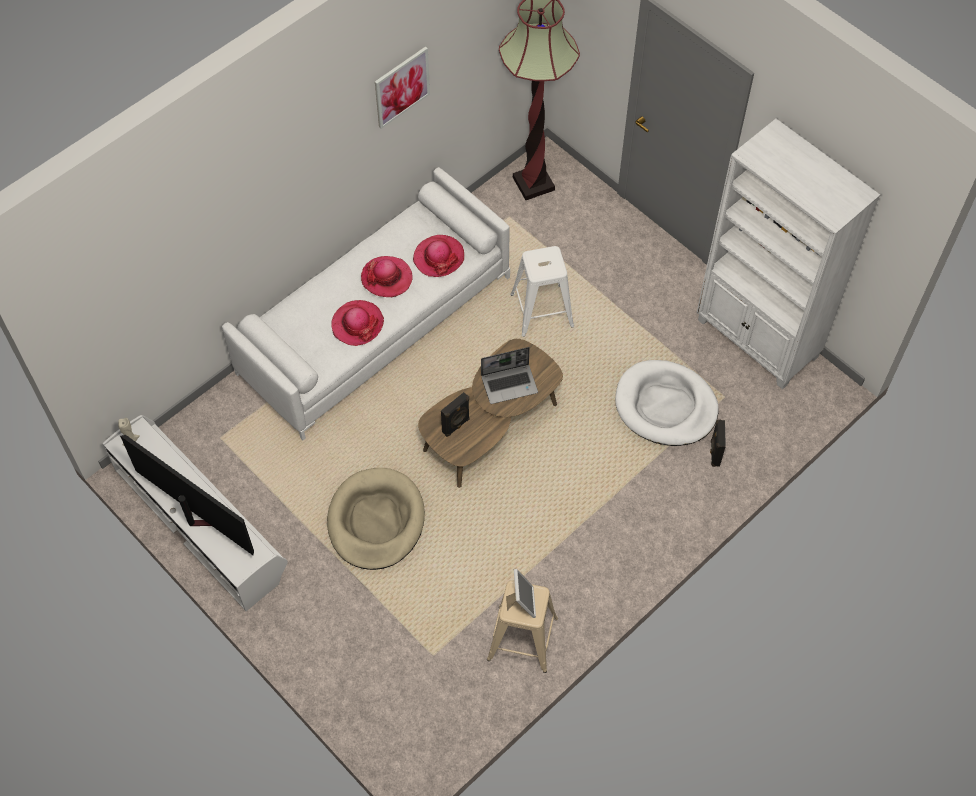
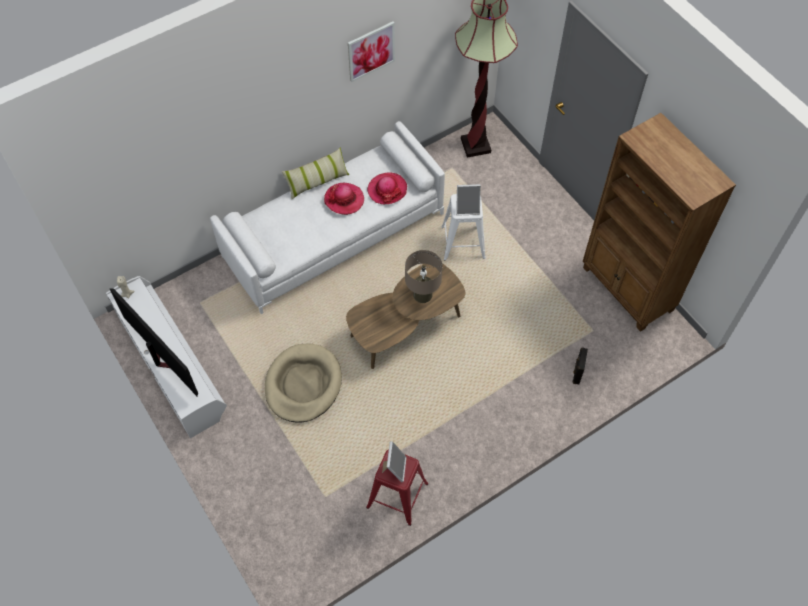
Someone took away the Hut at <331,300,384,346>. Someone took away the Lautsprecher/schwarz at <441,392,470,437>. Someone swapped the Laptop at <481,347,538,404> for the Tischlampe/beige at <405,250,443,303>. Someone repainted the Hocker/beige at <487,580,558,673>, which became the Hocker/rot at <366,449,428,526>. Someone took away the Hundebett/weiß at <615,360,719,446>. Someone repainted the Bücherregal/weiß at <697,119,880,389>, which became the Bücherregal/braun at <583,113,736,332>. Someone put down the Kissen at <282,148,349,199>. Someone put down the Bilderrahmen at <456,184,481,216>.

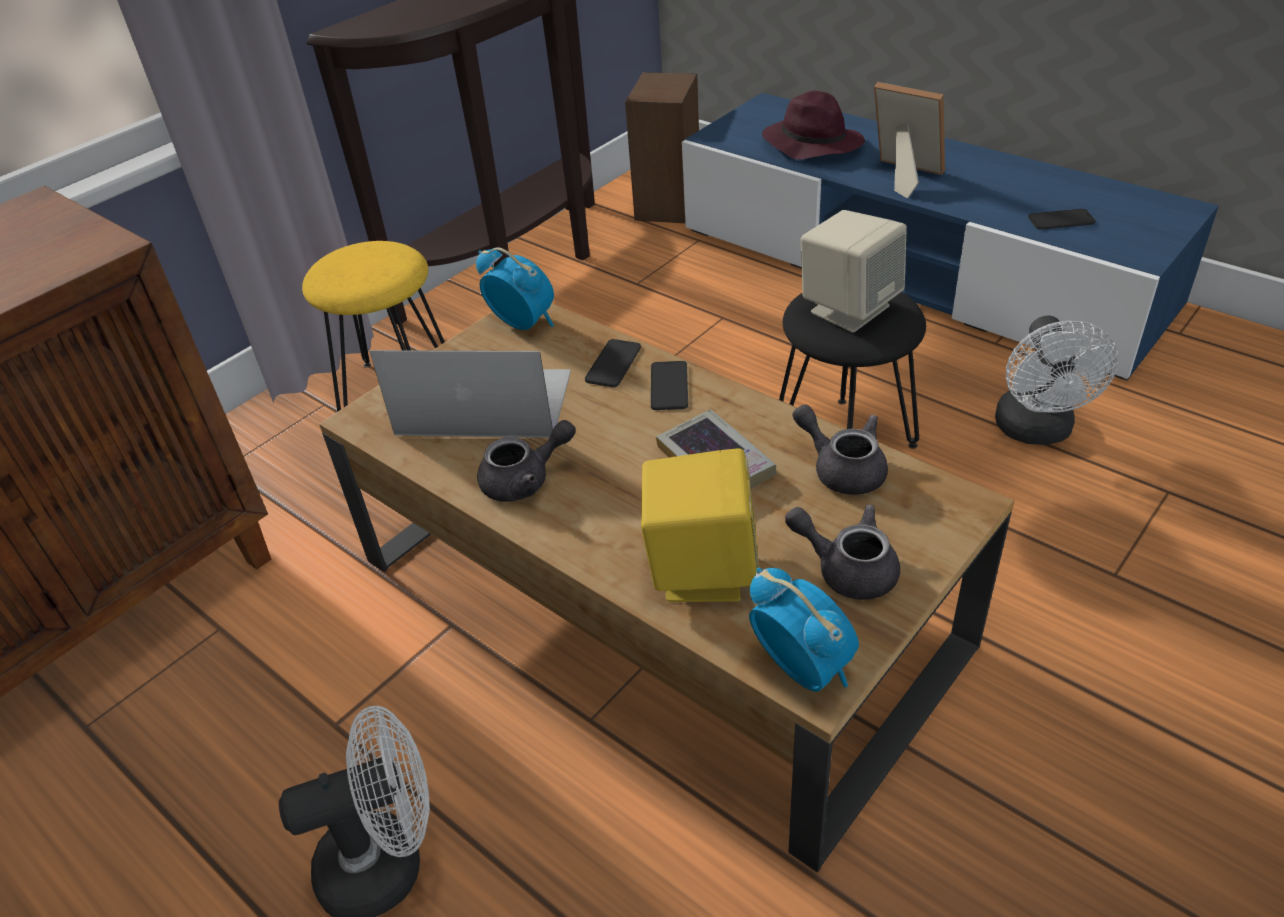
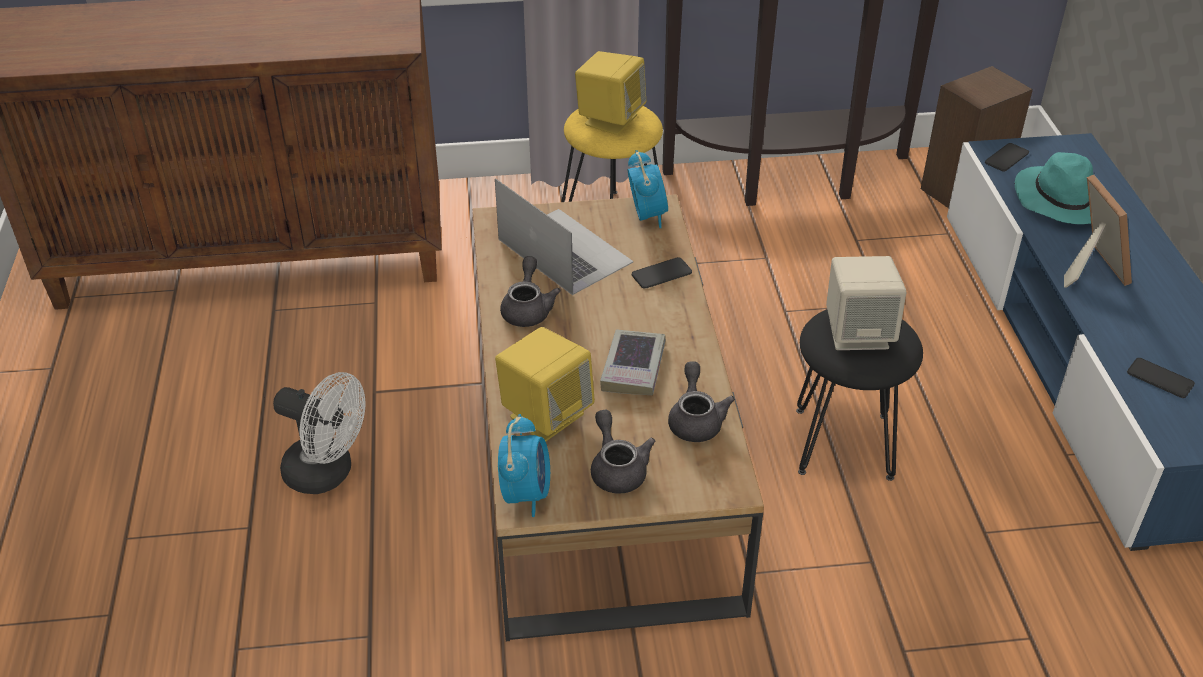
Someone rotated the Teekanne/grau at <477,420,576,502> by 105 degrees counterclockwise. Someone carried the Handy from <651,361,688,410> to <985,143,1029,171>. Someone repainted the Hut/lila at <762,91,865,160>, which became the Hut/türkis at <1015,152,1093,224>. Someone took away the Ventilator/weiß at <995,315,1119,445>. Someone put down the Lautsprecher/gelb at <575,51,646,135>.

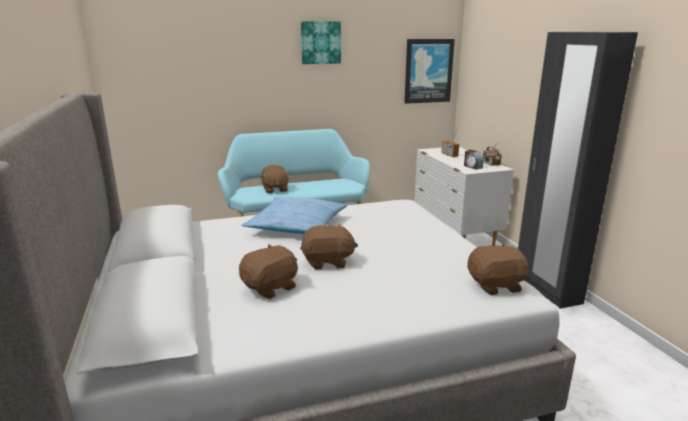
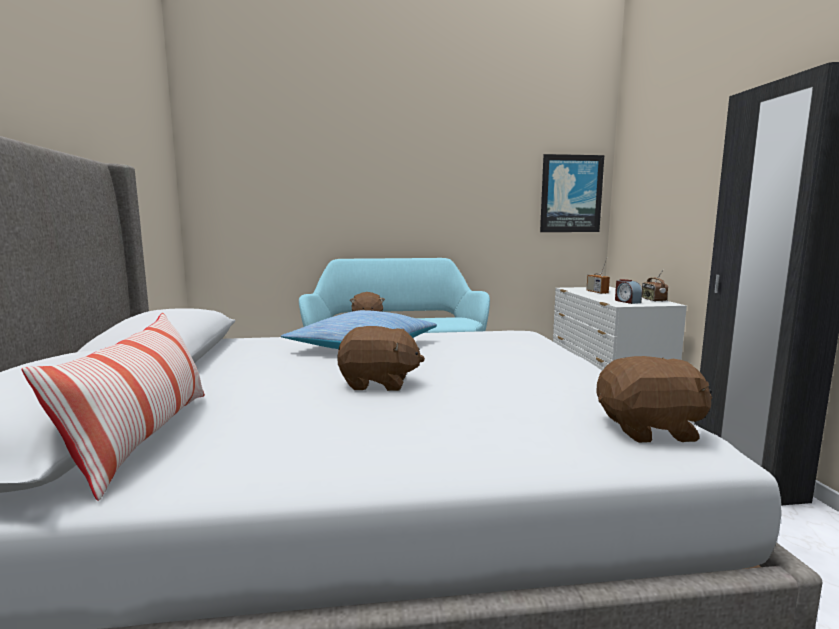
Someone took away the Plüschtier/braun at <239,244,298,299>. Someone took away the Bild at <301,21,341,64>. Someone put down the Kissen at <22,313,205,501>.

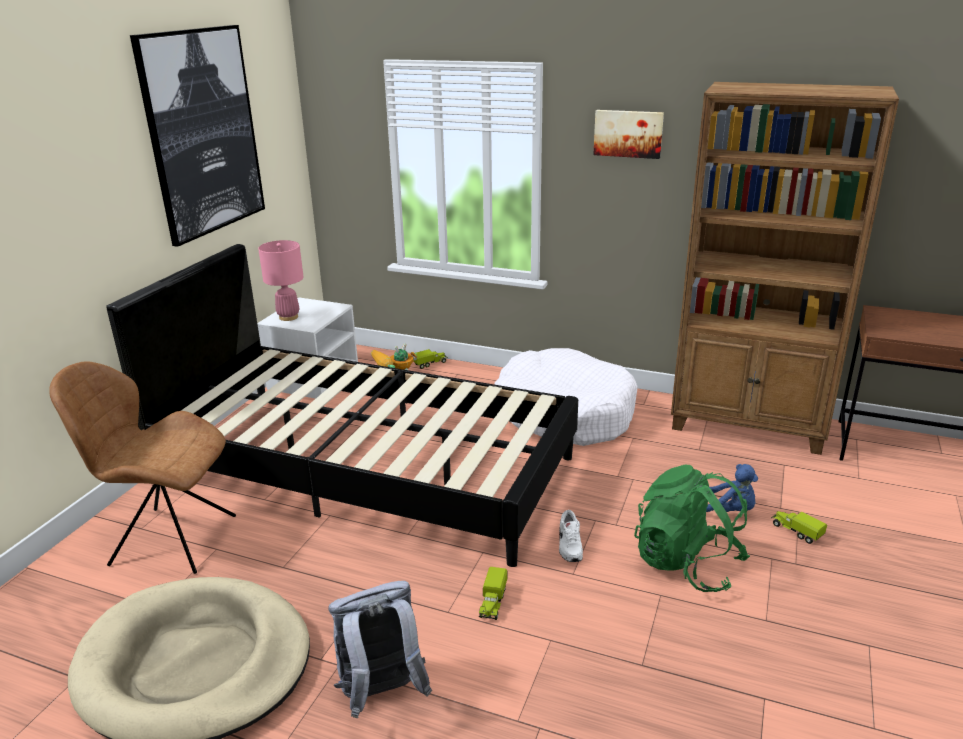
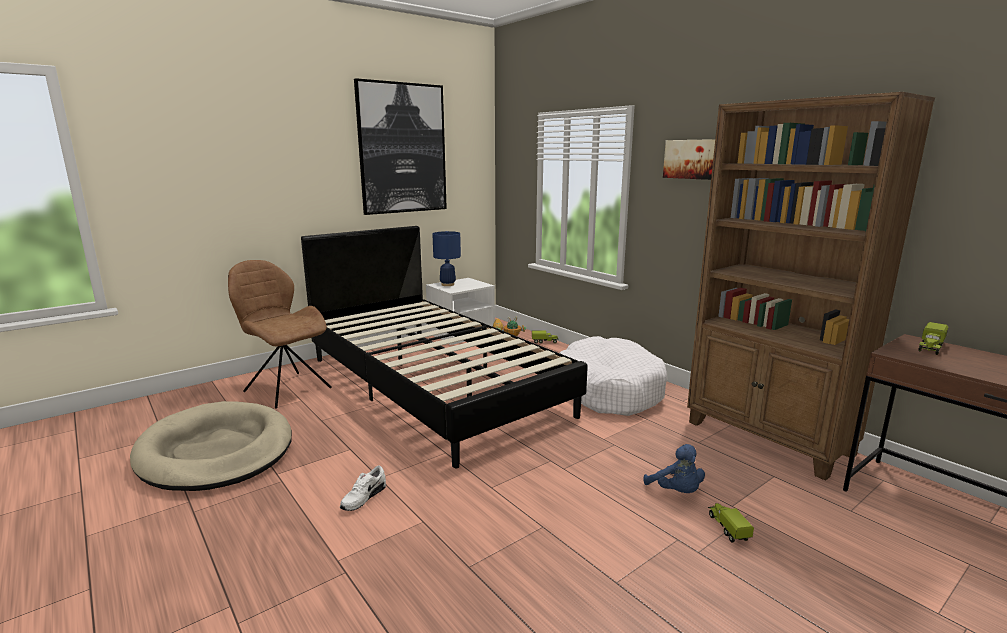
Someone repainted the Tischlampe/rosa at <258,240,304,321>, which became the Tischlampe/blau at <432,231,461,286>. Someone took away the Rucksack/grau at <328,581,432,718>. Someone carried the Spielzeuglaster from <479,567,507,620> to <918,322,948,355>. Someone carried the Schuh/weiß from <559,510,583,562> to <340,466,386,511>. Someone took away the Rucksack/grün at <634,465,750,592>.

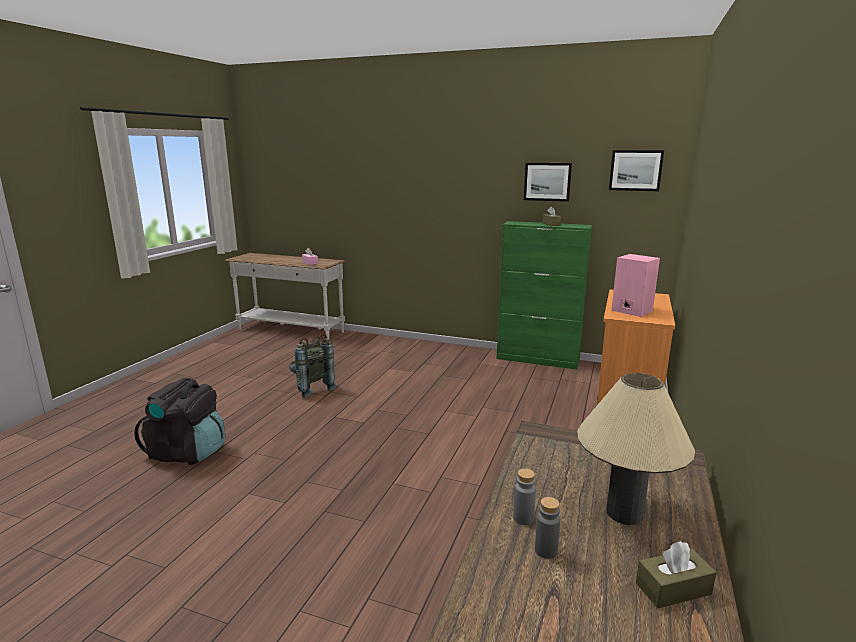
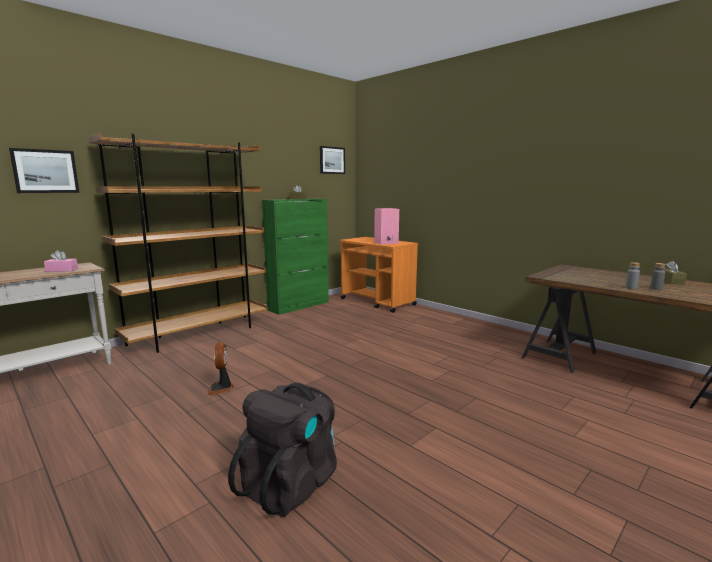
Someone swapped the Rucksack/grau at <289,334,337,398> for the Ventilator at <208,342,234,395>. Someone carried the Bild from <524,163,572,202> to <9,148,79,193>. Someone took away the Tischlampe/beige at <577,373,695,525>. Someone put down the Bücherregal/braun at <88,133,268,353>.

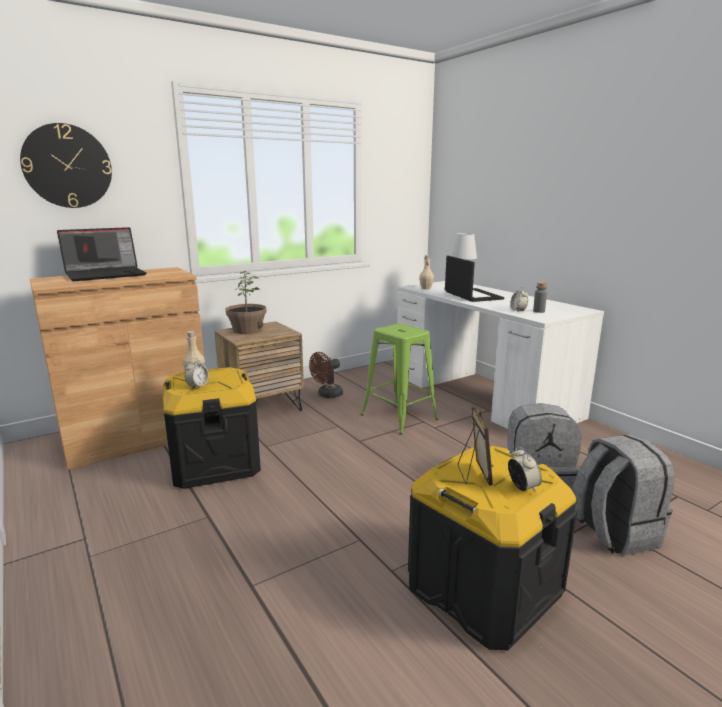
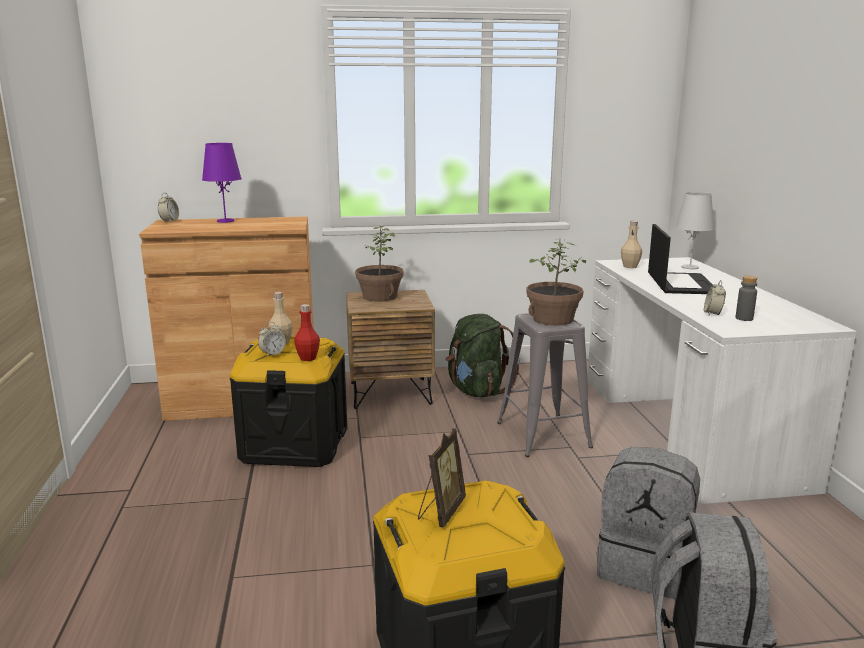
Someone took away the Wanduhr at <20,123,112,208>. Someone swapped the Laptop at <57,227,146,281> for the Tischlampe/lila at <202,143,242,223>. Someone swapped the Ventilator/braun at <309,352,343,398> for the Rucksack/grün at <446,314,520,397>. Someone repainted the Hocker/grün at <361,324,439,434>, which became the Hocker/grau at <497,314,593,457>. Someone carried the Wecker from <508,447,542,492> to <158,193,179,222>. Someone put down the Flasche/rot at <294,304,320,361>. Someone put down the Topfpflanze at <526,240,586,325>.

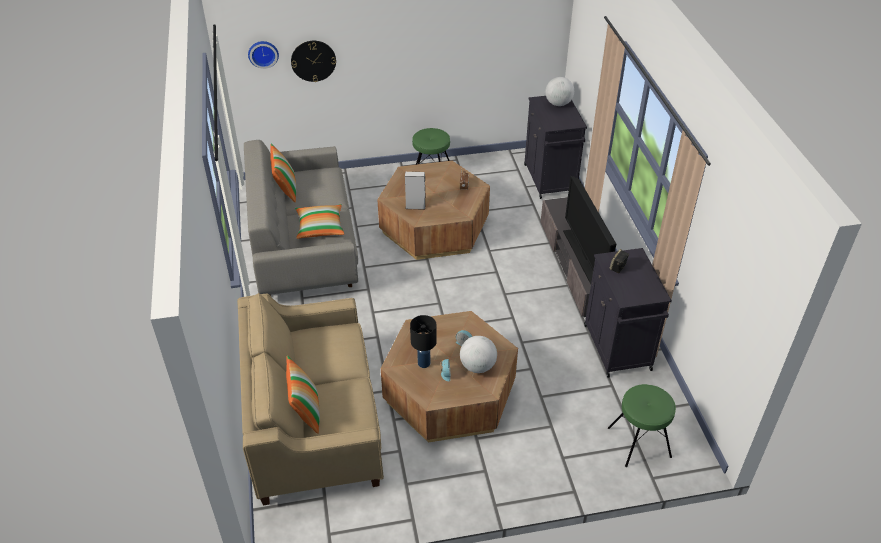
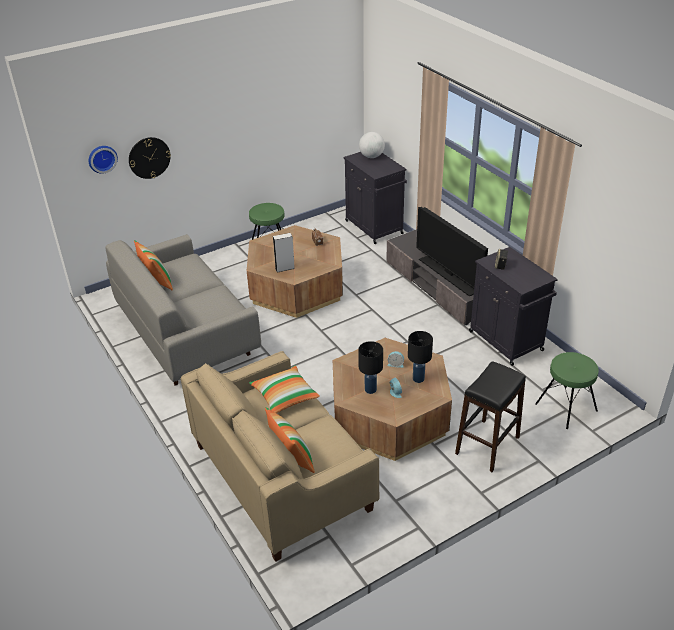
Someone carried the Kissen from <295,204,344,239> to <249,365,320,413>. Someone swapped the Globus at <460,336,497,373> for the Tischlampe/schwarz at <408,331,433,383>. Someone put down the Hocker/schwarz at <455,361,526,472>.

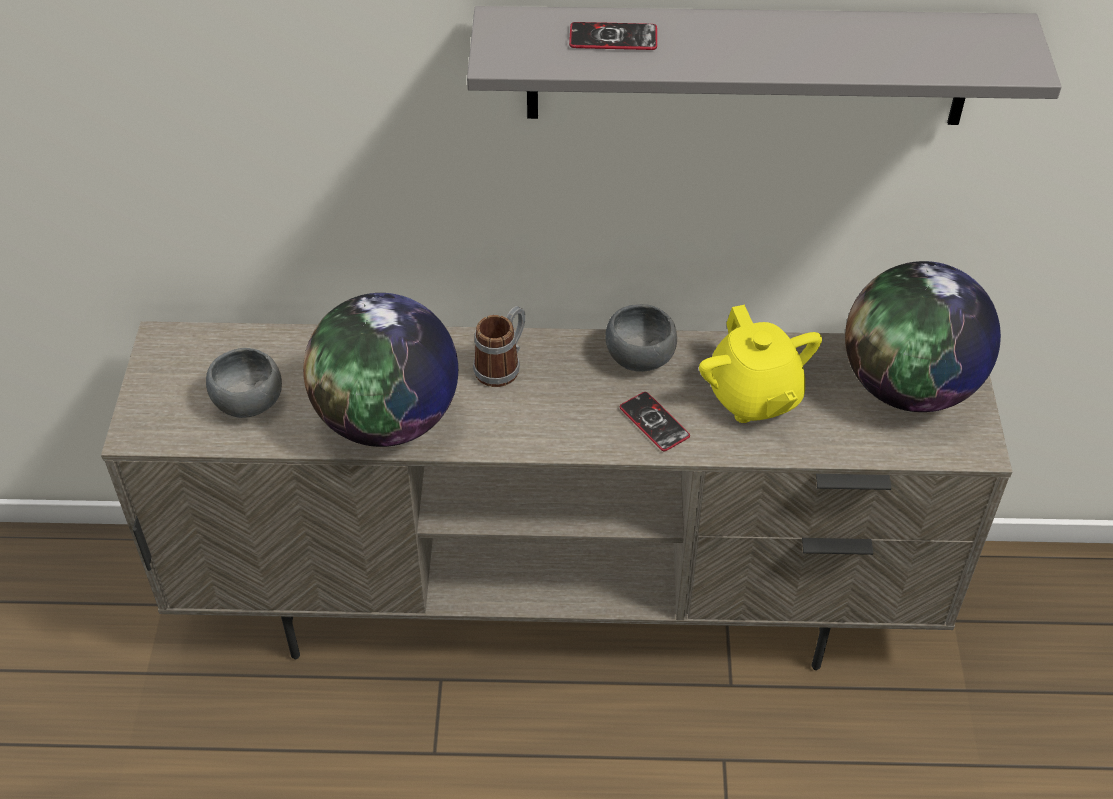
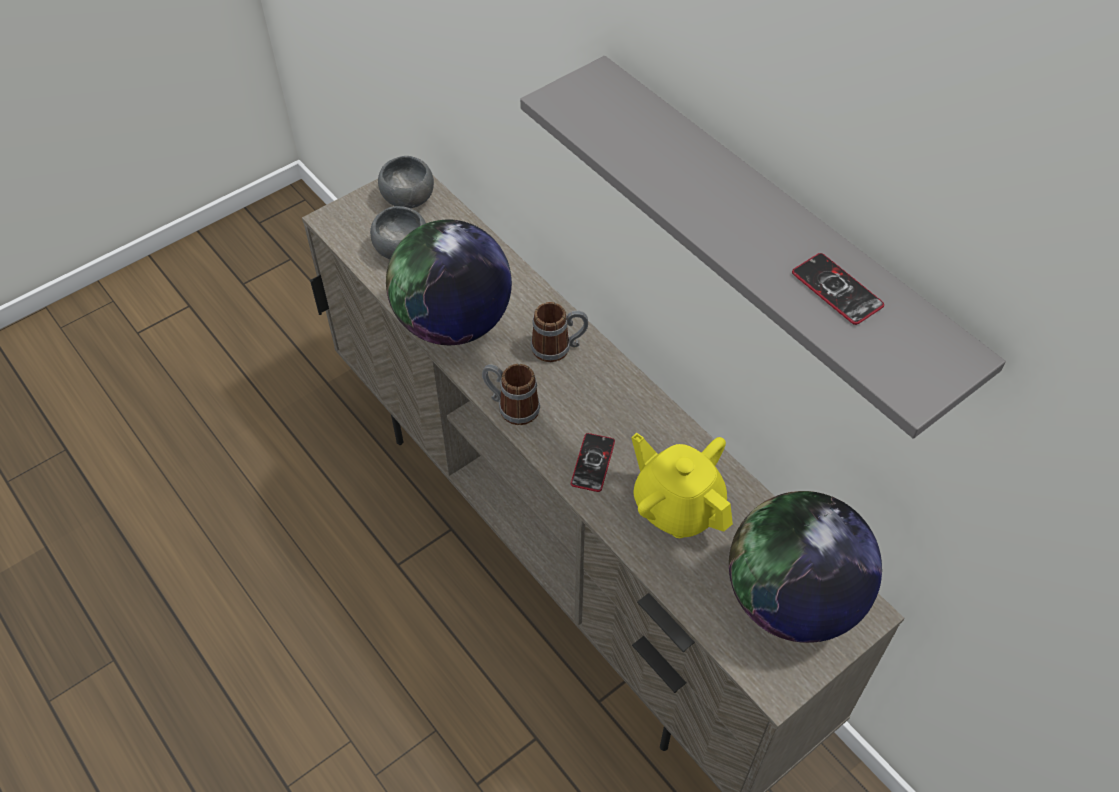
Someone carried the Handy from <569,22,657,50> to <792,253,884,325>. Someone carried the Schüssel/grau from <605,304,677,372> to <378,156,434,208>. Someone rotated the Teekanne/gelb at <699,305,822,423> by 105 degrees clockwise. Someone put down the Henkelbecher at <482,364,540,425>.

